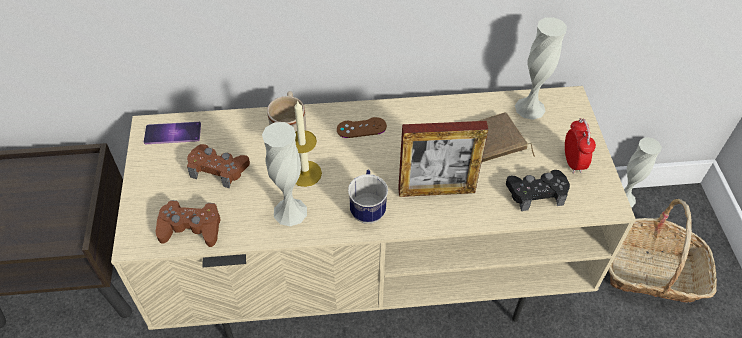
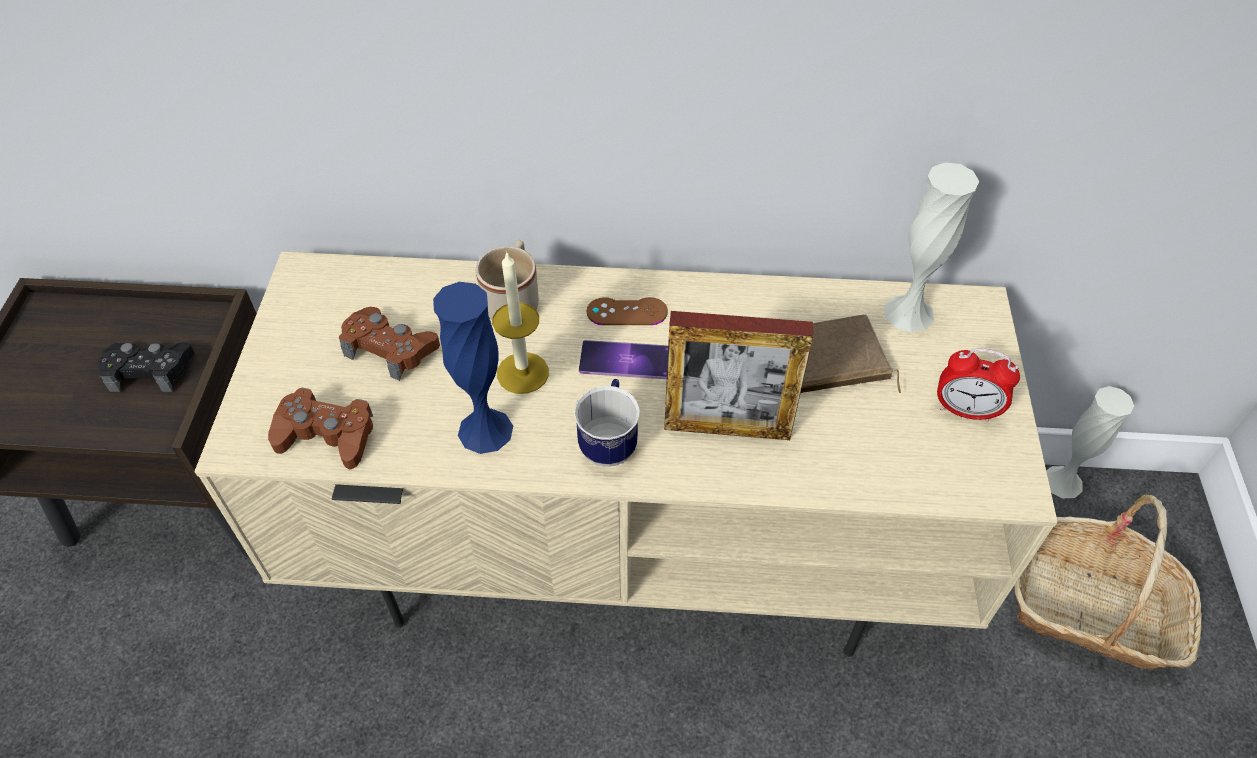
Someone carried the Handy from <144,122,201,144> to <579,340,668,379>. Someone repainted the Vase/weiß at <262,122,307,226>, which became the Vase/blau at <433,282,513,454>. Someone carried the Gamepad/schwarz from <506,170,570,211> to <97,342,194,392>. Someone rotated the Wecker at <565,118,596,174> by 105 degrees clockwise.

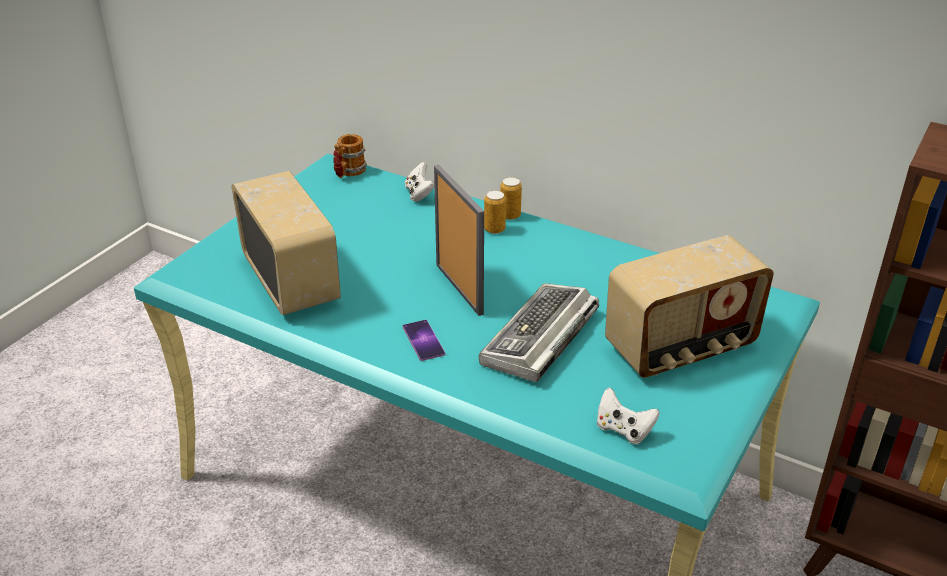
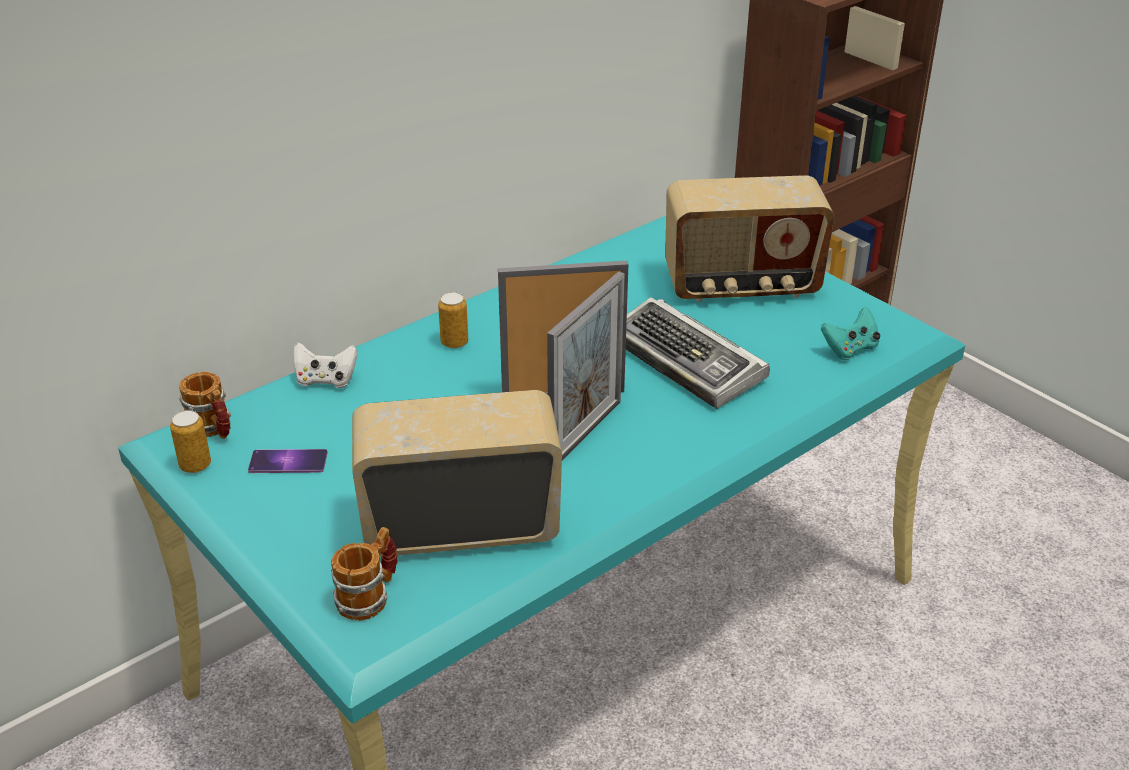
Someone carried the Handy from <402,320,445,361> to <248,449,328,473>. Someone carried the Dose from <500,177,522,220> to <170,410,211,473>. Someone repainted the Gamepad/weiß at <597,387,660,444>, which became the Gamepad/türkis at <821,307,880,360>. Someone rotated the Radio at <605,235,774,378> by 90 degrees clockwise. Someone put down the Henkelbecher at <331,527,397,621>. Someone put down the Bilderrahmen at <547,271,625,460>.

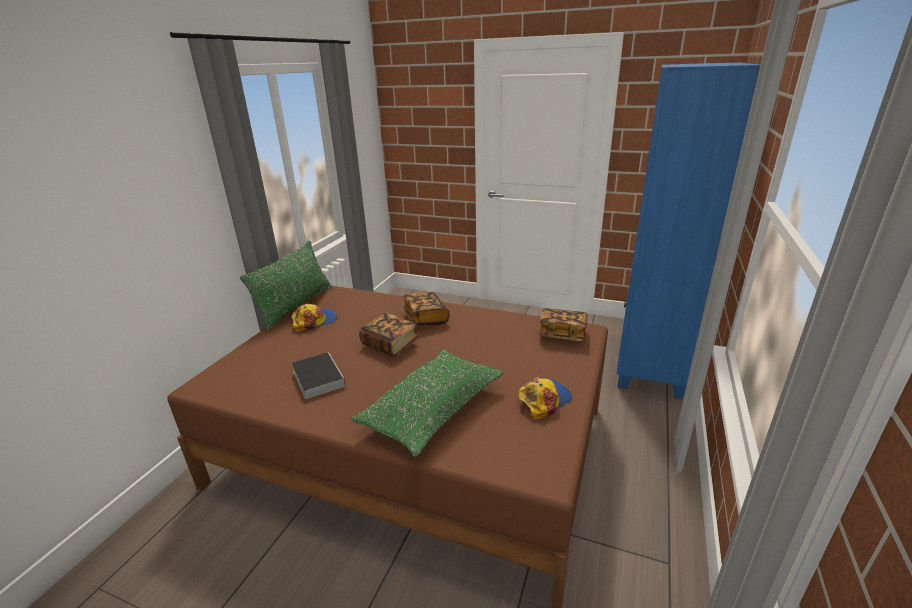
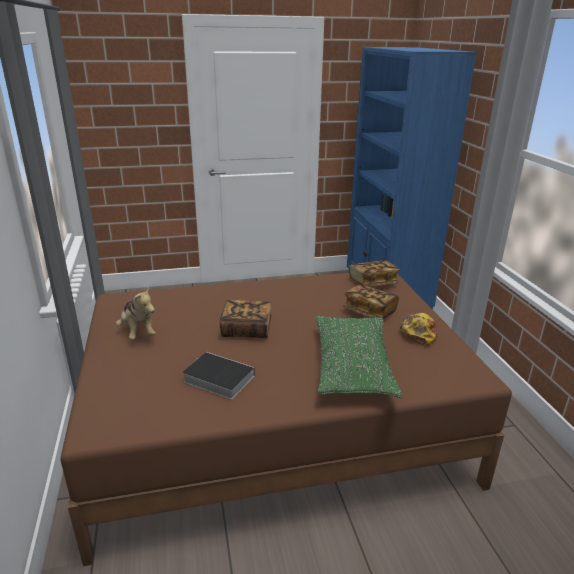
Someone took away the Kissen/grün at <240,241,332,330>. Someone swapped the Kappe at <291,304,337,331> for the Plüschtier at <116,287,156,339>. Someone carried the Buch from <403,292,450,326> to <343,284,399,319>.

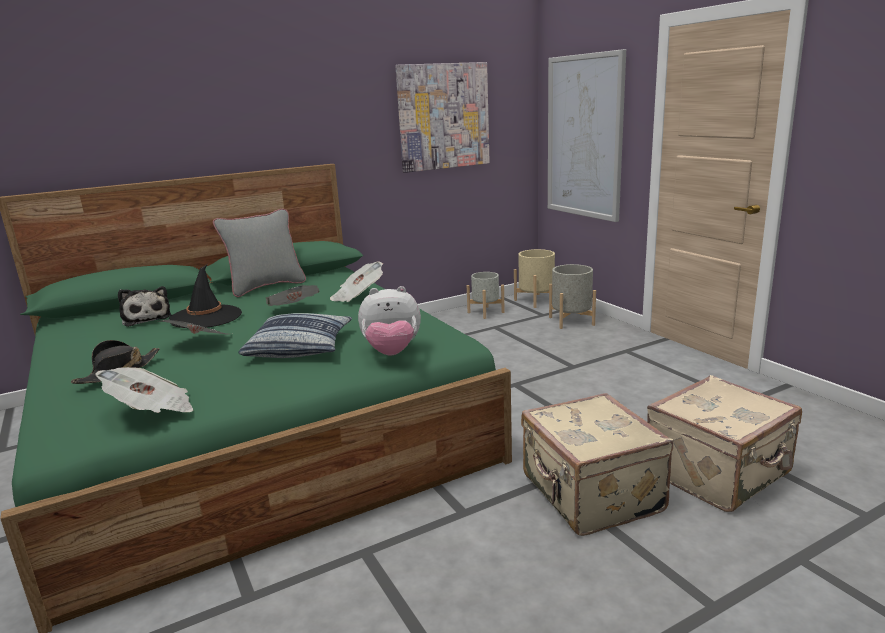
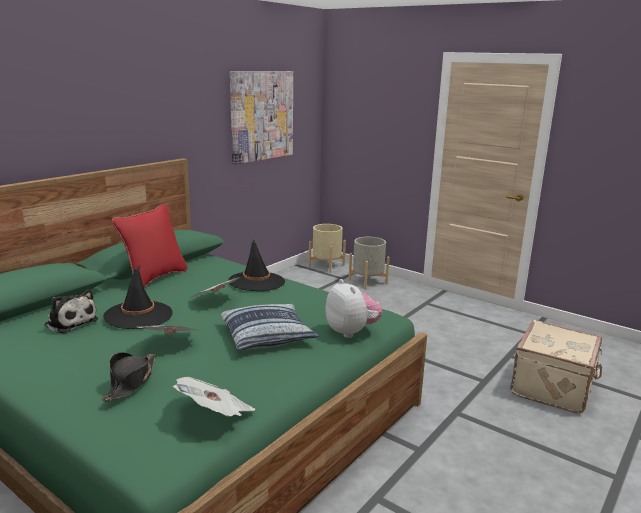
Someone repainted the Kissen/grau at <213,209,306,297>, which became the Kissen/rot at <112,204,188,288>. Someone swapped the Zeitung at <330,261,383,302> for the Hut/schwarz at <228,239,285,291>. Someone rotated the Plüschtier at <358,286,421,356> by 90 degrees counterclockwise. Someone took away the Pflanzkübel/grau at <467,272,505,319>. Someone took away the Koffer/beige at <521,393,673,536>. Someone took away the Bild at <548,49,626,222>.

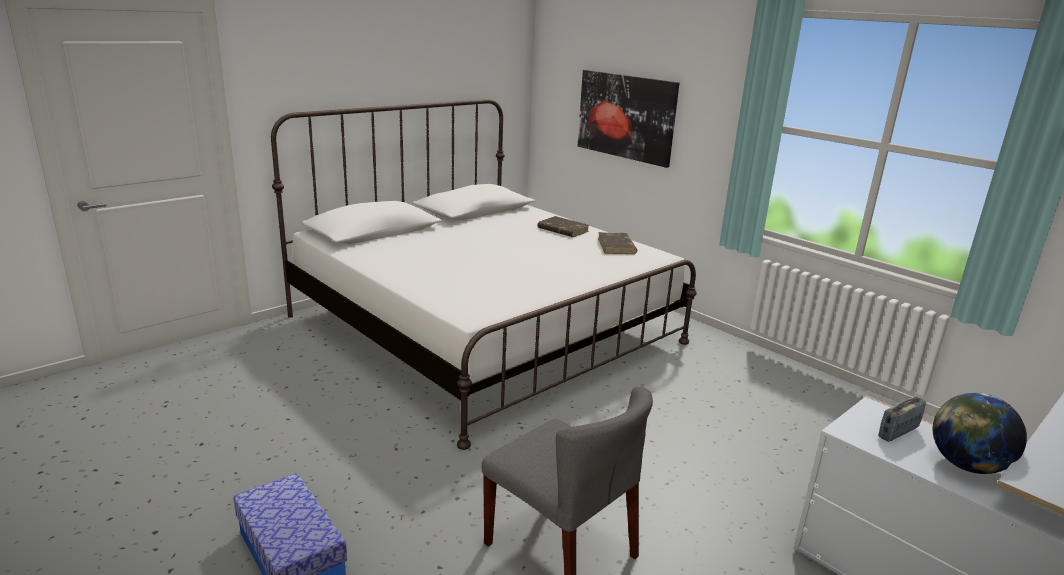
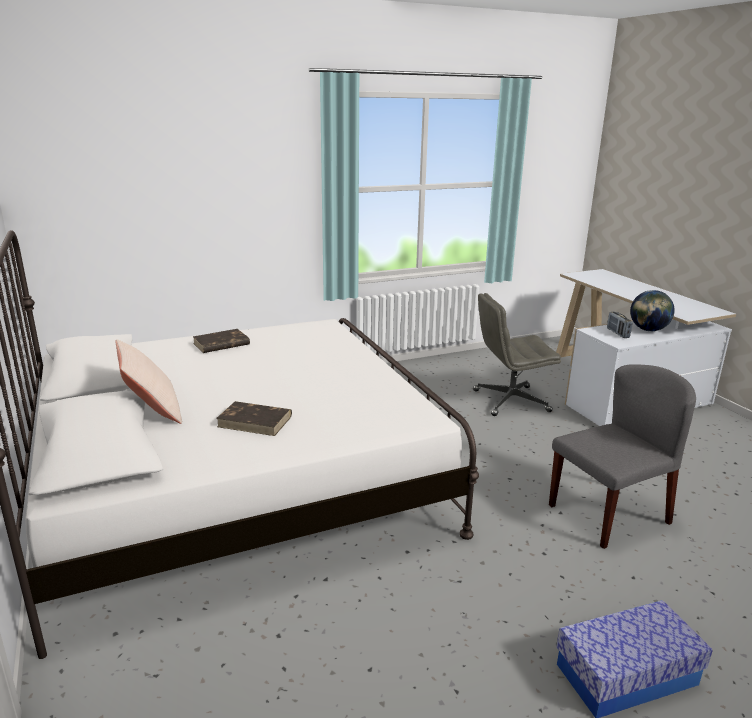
Someone took away the Bild at <578,70,679,168>. Someone carried the Buch/braun from <598,232,637,254> to <216,401,292,436>. Someone put down the Kissen/beige at <116,339,182,424>. Someone put down the Bürostuhl/grau at <473,293,561,416>.

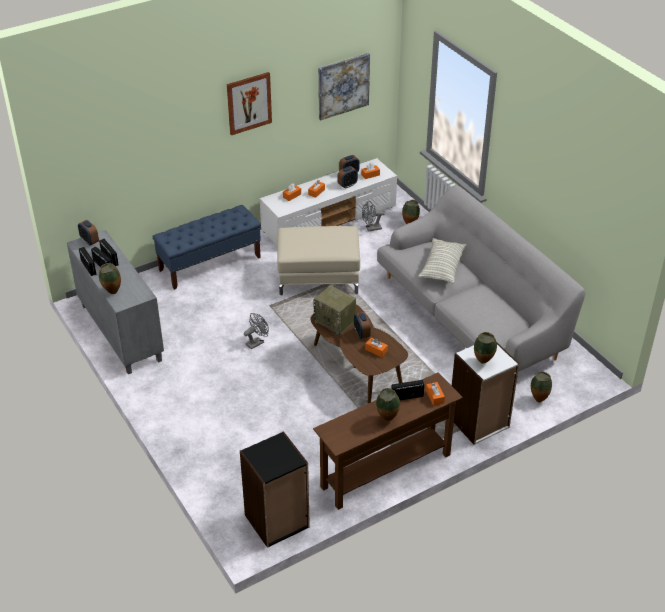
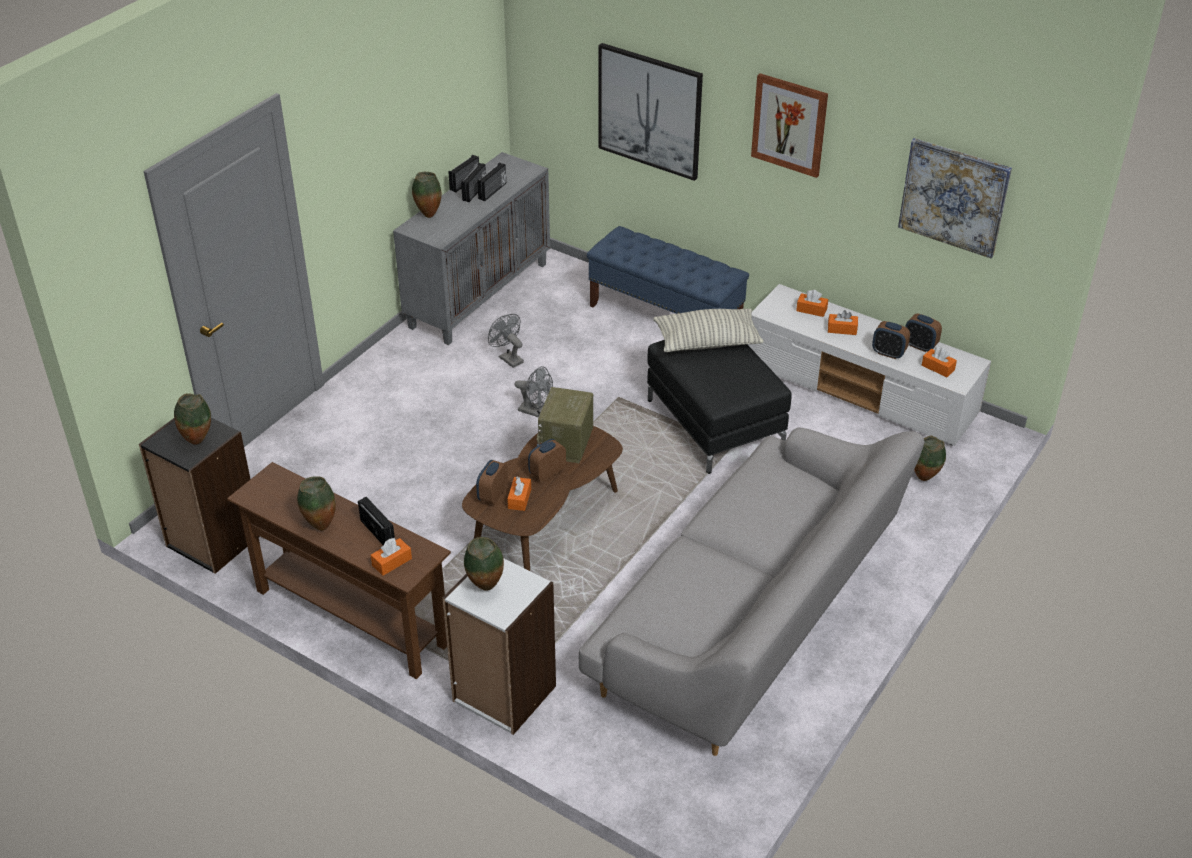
Someone carried the Wecker from <78,220,99,246> to <476,460,508,504>. Someone repainted the Polsterhocker/beige at <277,226,360,296>, which became the Polsterhocker/schwarz at <647,340,792,474>. Someone carried the Ventilator/grau from <362,201,385,232> to <488,314,524,368>. Someone carried the Kissen from <419,238,467,283> to <653,309,764,352>. Someone carried the Vase from <531,371,552,402> to <174,393,211,445>. Someone put up the Bild at <598,43,703,181>.

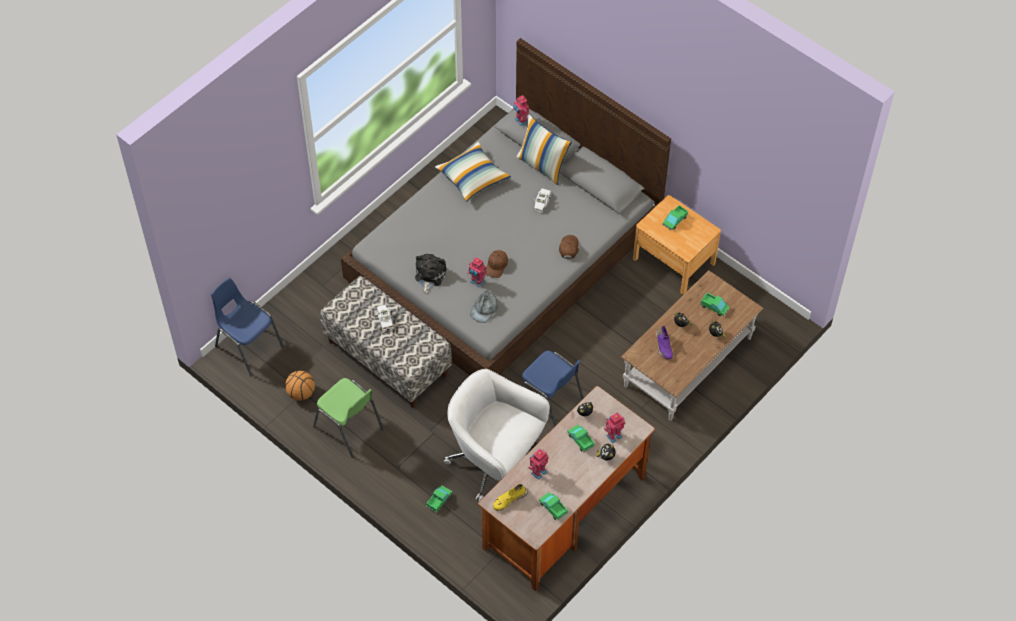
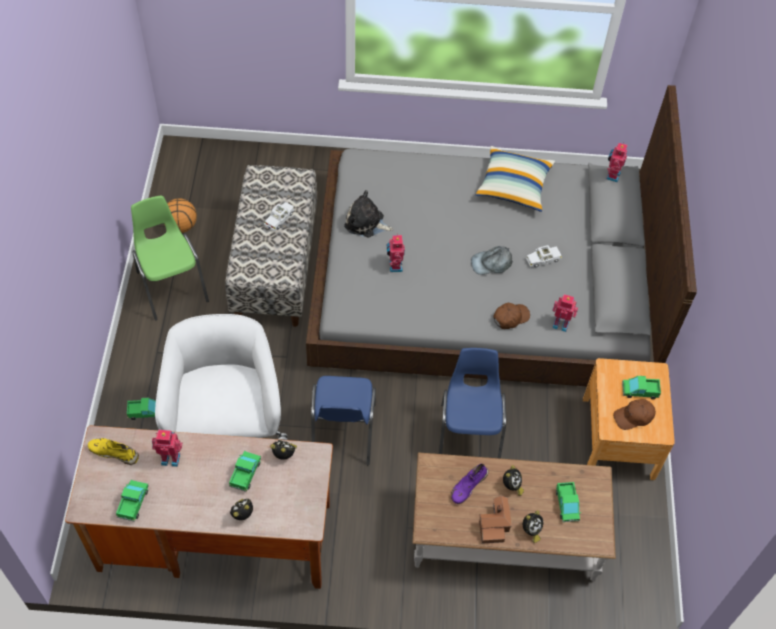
Someone carried the Stuhl/blau from <211,278,284,376> to <439,348,506,459>. Someone rotated the Stuhl/grün at <313,378,384,458> by 150 degrees clockwise. Someone rotated the Plüschtier at <415,253,447,294> by 135 degrees counterclockwise. Someone carried the Kappe/grau from <470,291,498,323> to <471,246,513,275>. Someone carried the Kappe/braun from <486,250,508,278> to <613,399,656,430>. Someone took away the Kissen at <516,114,572,185>. Someone carried the Spielzeugroboter from <604,412,625,443> to <552,294,578,332>. Someone put down the Spielzeughaus at <479,495,512,544>.

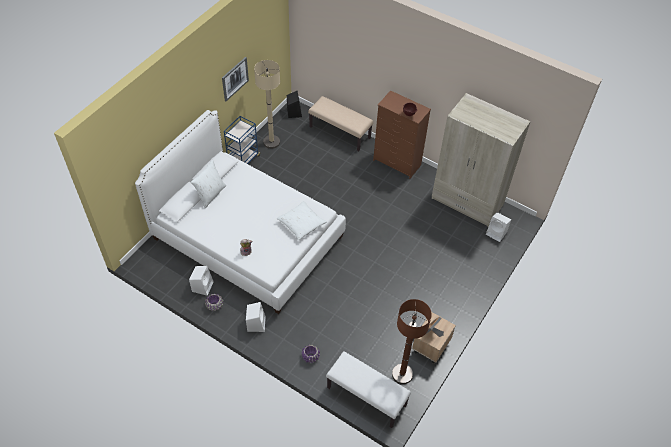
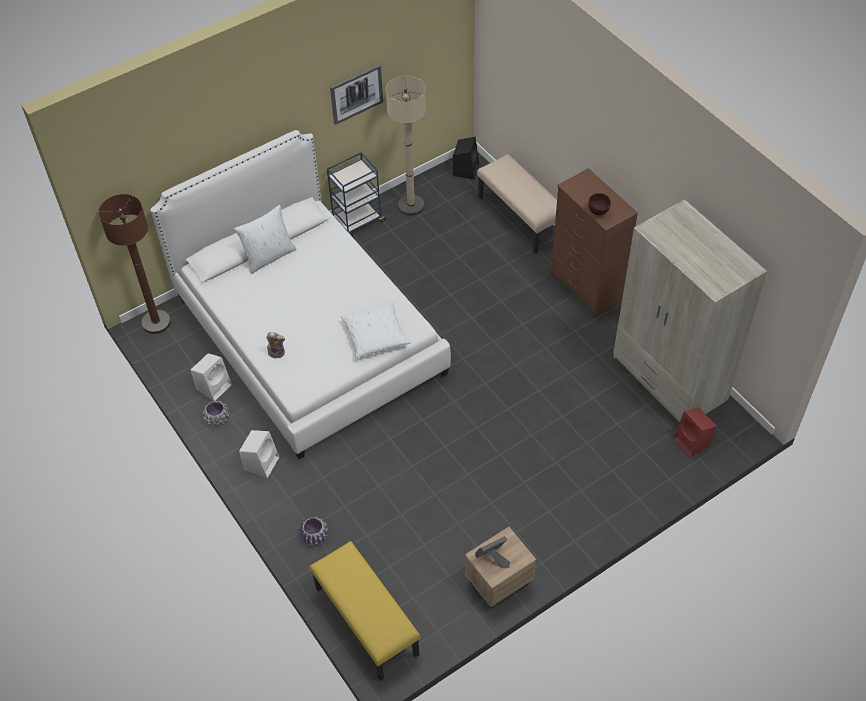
Someone repainted the Bank/weiß at <326,351,411,428>, which became the Bank/gelb at <309,541,420,681>. Someone carried the Stehlampe/braun from <392,299,432,384> to <99,194,171,334>. Someone repainted the Lautsprecher/weiß at <486,212,511,242>, which became the Lautsprecher/rot at <674,408,717,457>.

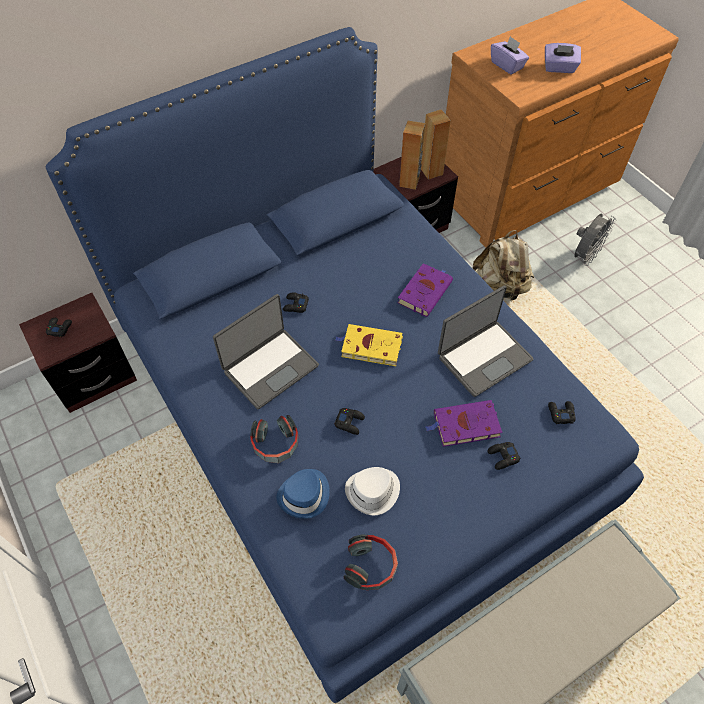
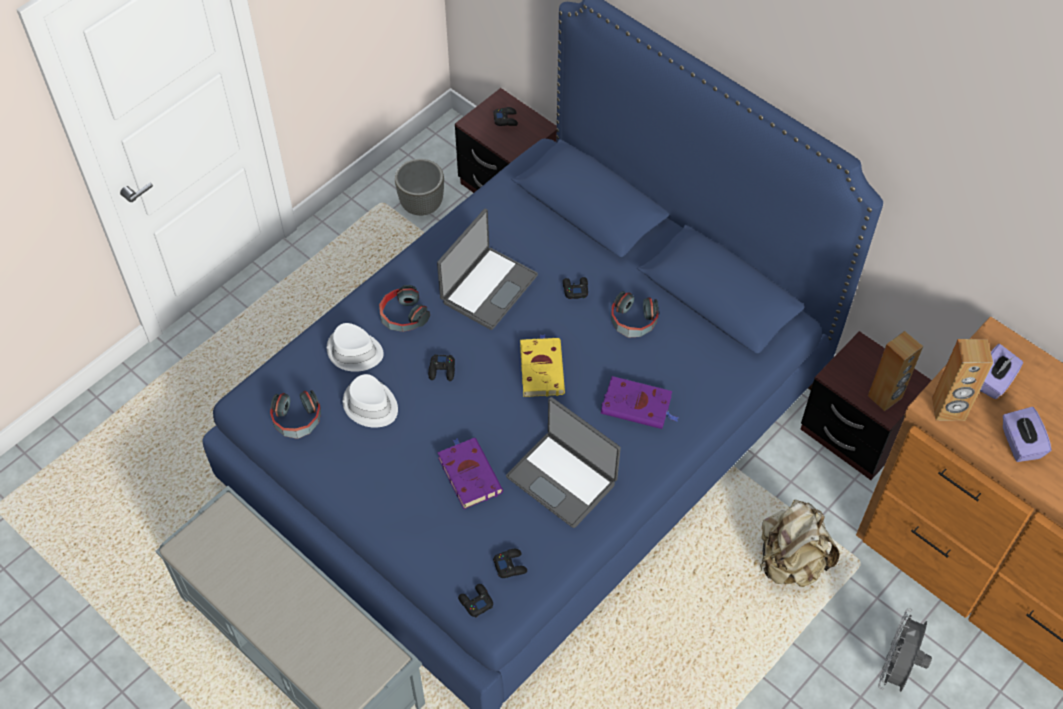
Someone rotated the Laptop at <213,294,319,409> by 90 degrees counterclockwise. Someone repainted the Hut/blau at <276,469,330,519>, which became the Hut/weiß at <327,323,384,372>. Someone carried the Lautsprecher/braun from <399,121,425,190> to <932,339,993,421>. Someone carried the Gamepad/schwarz from <487,442,521,470> to <458,584,493,617>. Someone rotated the Ventilator/grau at <574,213,616,266> by 90 degrees clockwise. Someone put down the Pflanzkübel/grau at <395,159,444,216>. Someone put down the Kopfhörer at <611,291,659,338>.

